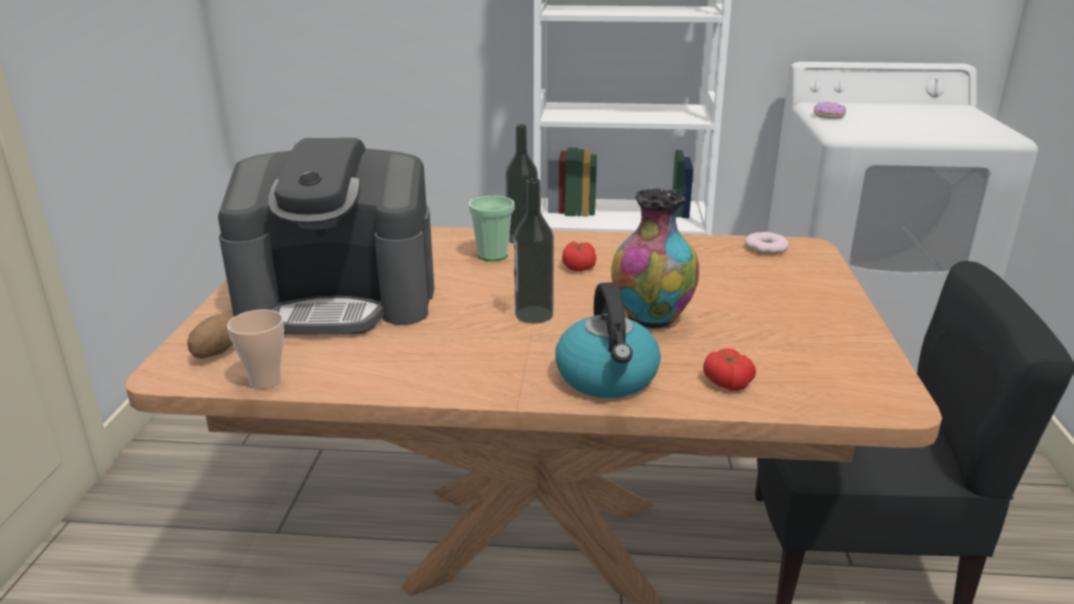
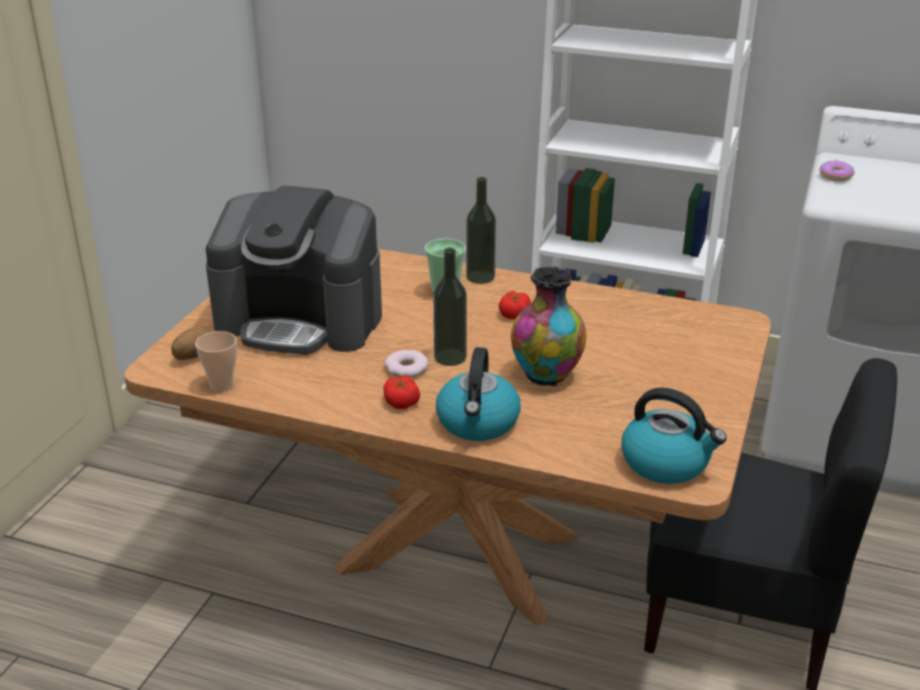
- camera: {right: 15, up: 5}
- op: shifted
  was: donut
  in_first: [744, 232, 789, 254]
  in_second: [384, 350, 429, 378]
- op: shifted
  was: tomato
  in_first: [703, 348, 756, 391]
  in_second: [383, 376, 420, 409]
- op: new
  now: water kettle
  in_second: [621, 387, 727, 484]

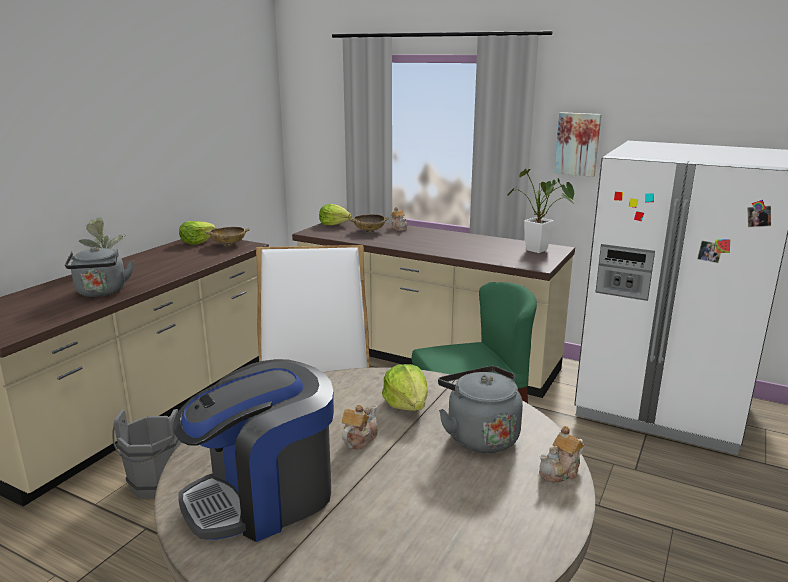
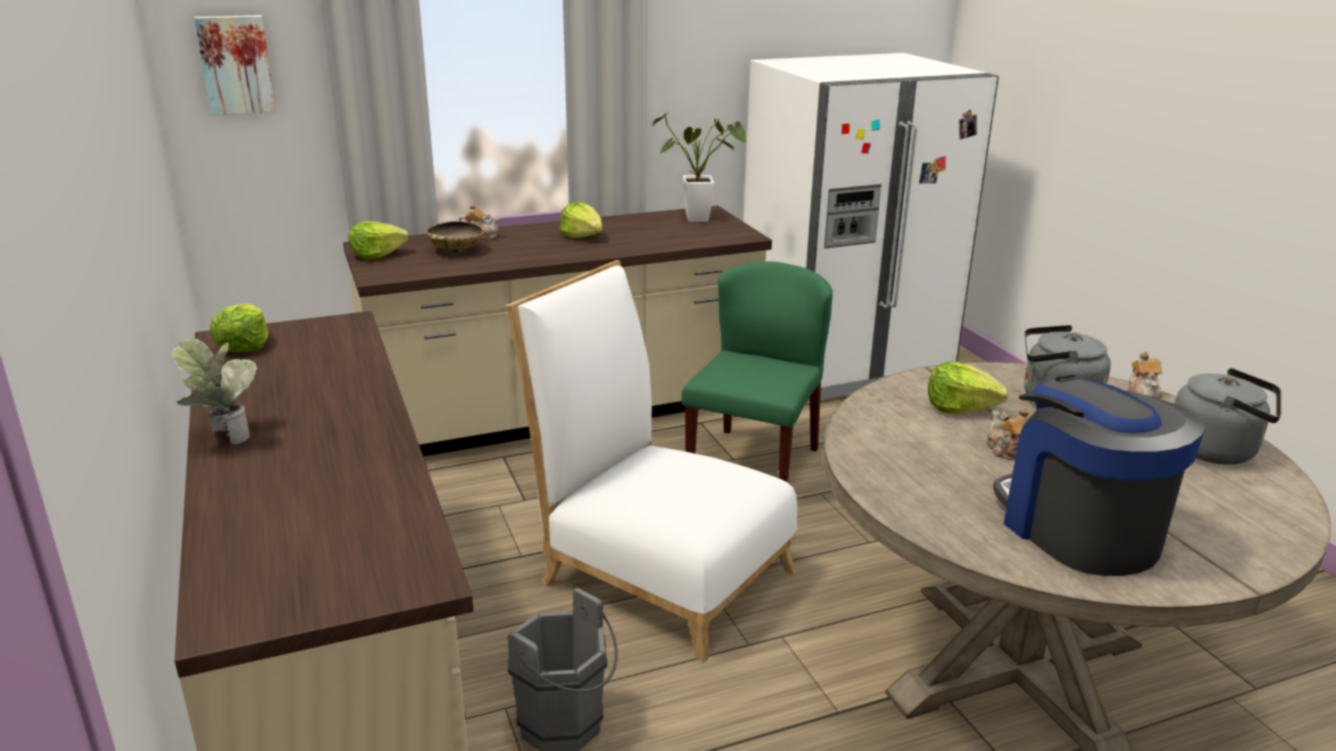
- camera: {right: -50, up: 5}
- op: shifted
  was: wall art
  in_first: [554, 112, 601, 177]
  in_second: [194, 15, 276, 116]
- op: gone
  was: sand-coloured serving bowl
  in_first: [205, 227, 250, 246]
- op: shifted
  was: grey water kettle
  in_first: [65, 247, 134, 297]
  in_second: [1174, 368, 1281, 465]
- op: rotated
  was: coffee brewer
  in_first: [173, 359, 334, 542]
  in_second: [993, 375, 1206, 576]
  clockwise: 150
- op: new
  now: lettuce head
  in_second: [560, 202, 603, 238]

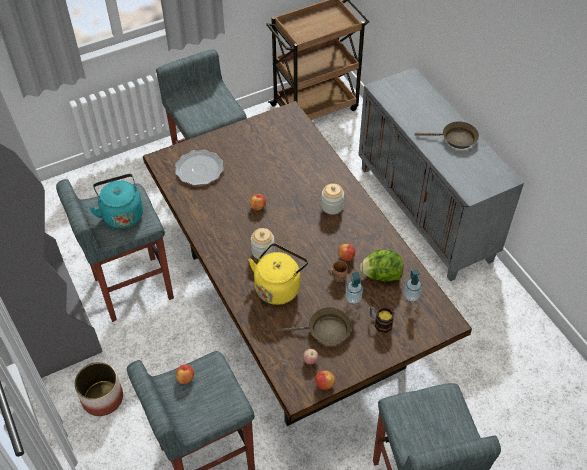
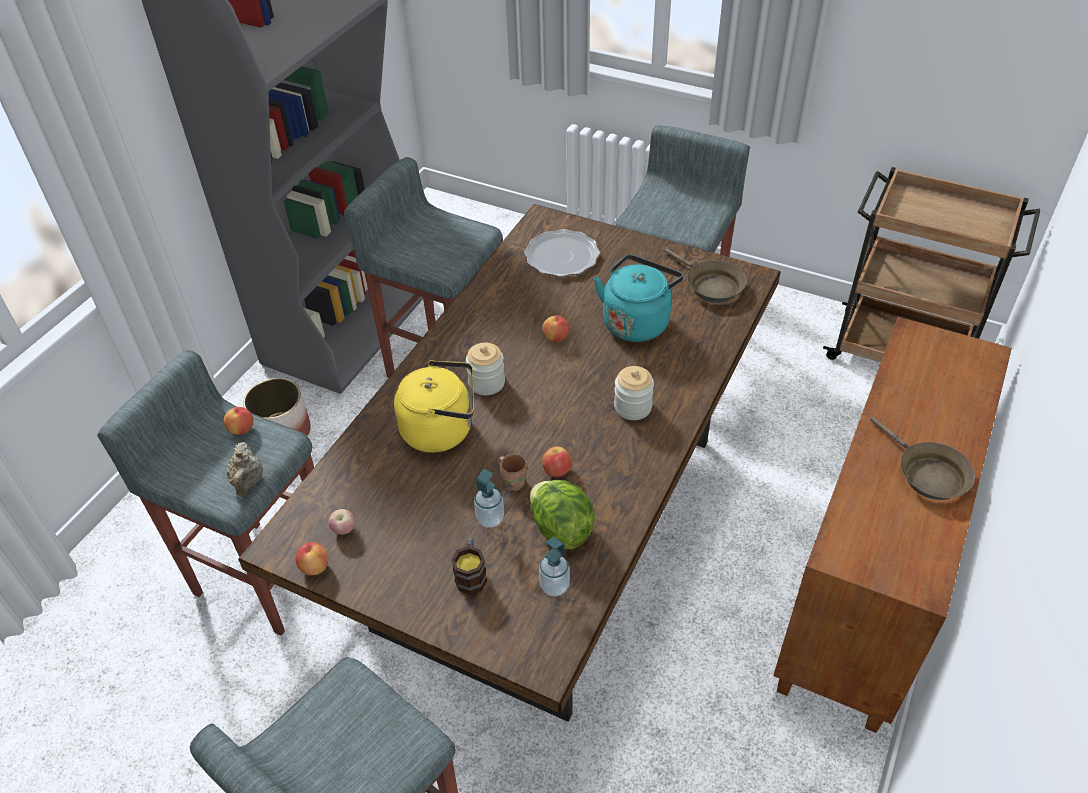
- camera: {right: 55, up: -5}
- op: repainted
  was: grey cabinet
  now: brown cabinet
  in_first: [358, 67, 524, 281]
  in_second: [773, 317, 1012, 733]
- op: shifted
  was: turquoise water kettle
  in_first: [89, 174, 143, 229]
  in_second: [594, 255, 683, 342]
- op: shifted
  was: brown skillet
  in_first: [276, 307, 352, 344]
  in_second: [664, 248, 747, 303]
- op: new
  now: sand-coloured teapot
  in_second: [226, 442, 263, 496]

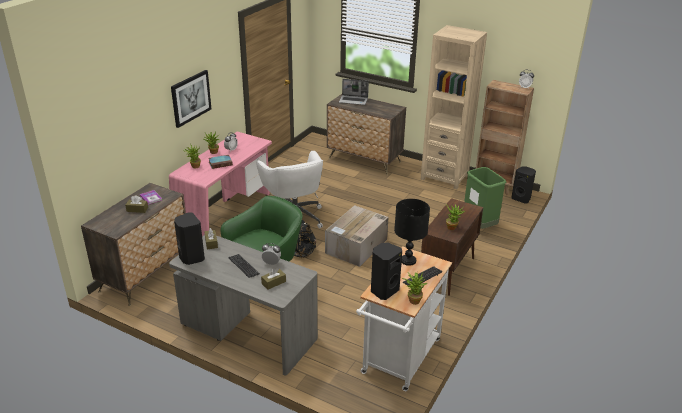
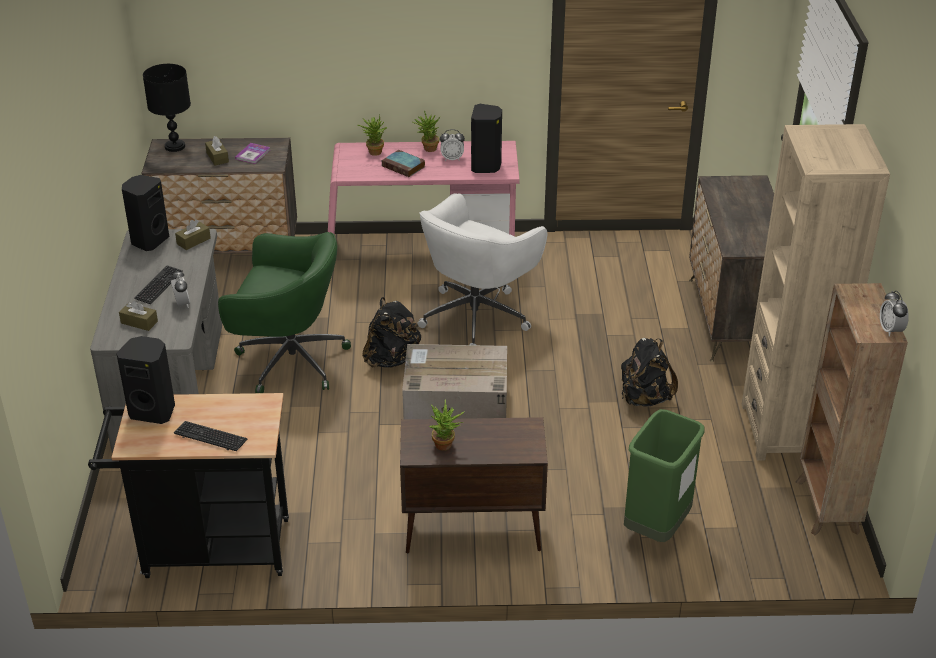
- camera: {right: 60, up: 5}
- op: gone
  was: wall art
  in_first: [171, 70, 211, 128]
- op: gone
  was: portable computer
  in_first: [339, 79, 369, 105]
- op: shifted
  was: black-coloured audio speaker
  in_first: [511, 166, 536, 204]
  in_second: [471, 104, 502, 173]
- op: shifted
  was: black-coloured tabletop lamp
  in_first: [394, 199, 430, 266]
  in_second: [143, 64, 191, 152]
- op: repainted
  was: whitish trolley
  now: black-coloured trolley
  in_first: [356, 246, 452, 391]
  in_second: [88, 393, 289, 578]
- op: gone
  was: plant in a pot
  in_first: [402, 271, 427, 305]
- op: new
  now: black-coloured backpack
  in_second: [621, 338, 678, 407]

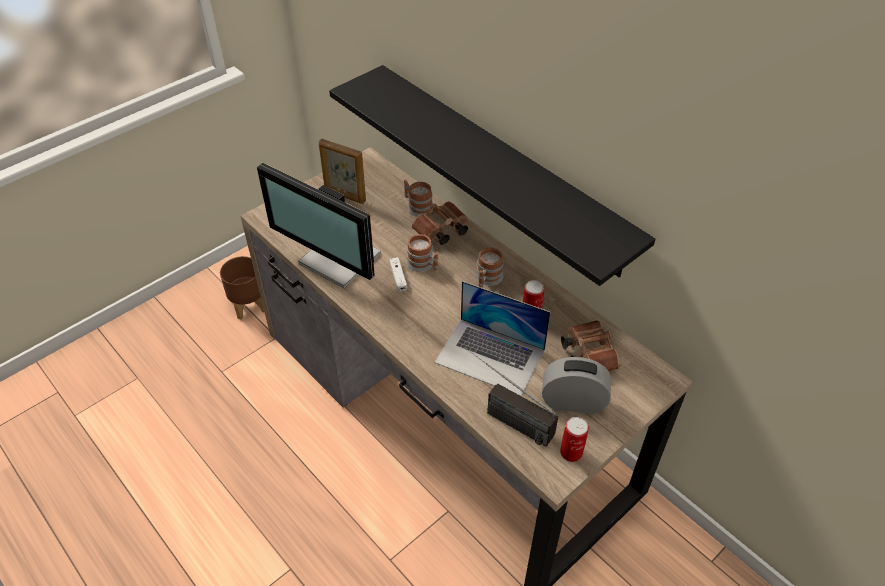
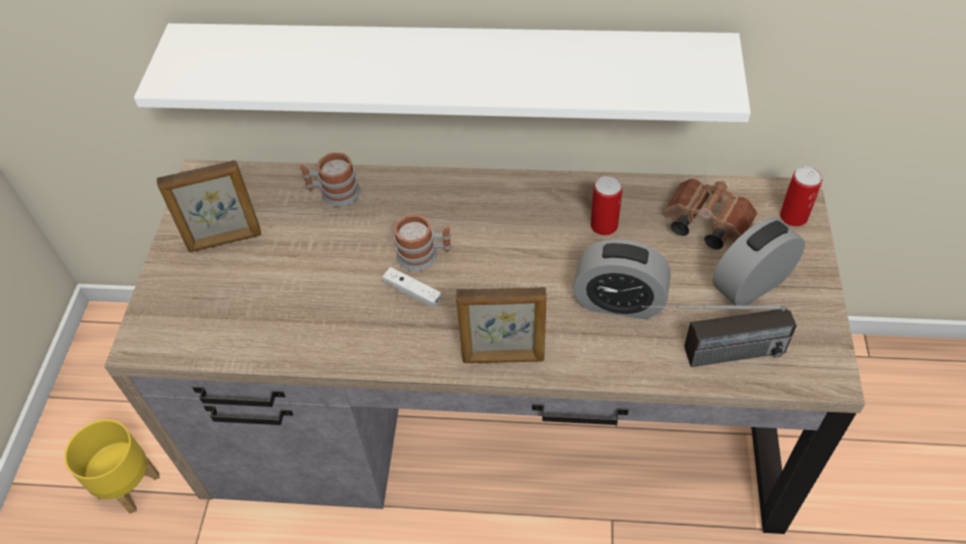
- camera: {right: -40, up: 5}
- op: repainted
  was: black-coloured wall shelf
  now: whitish wall shelf
  in_first: [329, 65, 656, 286]
  in_second: [134, 23, 751, 122]
- op: gone
  was: computer screen
  in_first: [257, 163, 381, 288]
- op: gone
  was: brown pair of binoculars
  in_first: [412, 201, 469, 245]
- op: gone
  was: tea mug
  in_first: [476, 247, 504, 288]
- op: repainted
  was: brown planter
  now: yellow planter
  in_first: [220, 256, 265, 320]
  in_second: [64, 420, 160, 514]
- op: swapped
  was: portable computer
  now: bedside clock
  in_first: [435, 281, 550, 396]
  in_second: [573, 239, 670, 319]
- op: shifted
  was: sealed can
  in_first: [560, 417, 589, 462]
  in_second: [780, 166, 822, 226]
- op: new
  now: standing frame
  in_second: [456, 287, 547, 363]

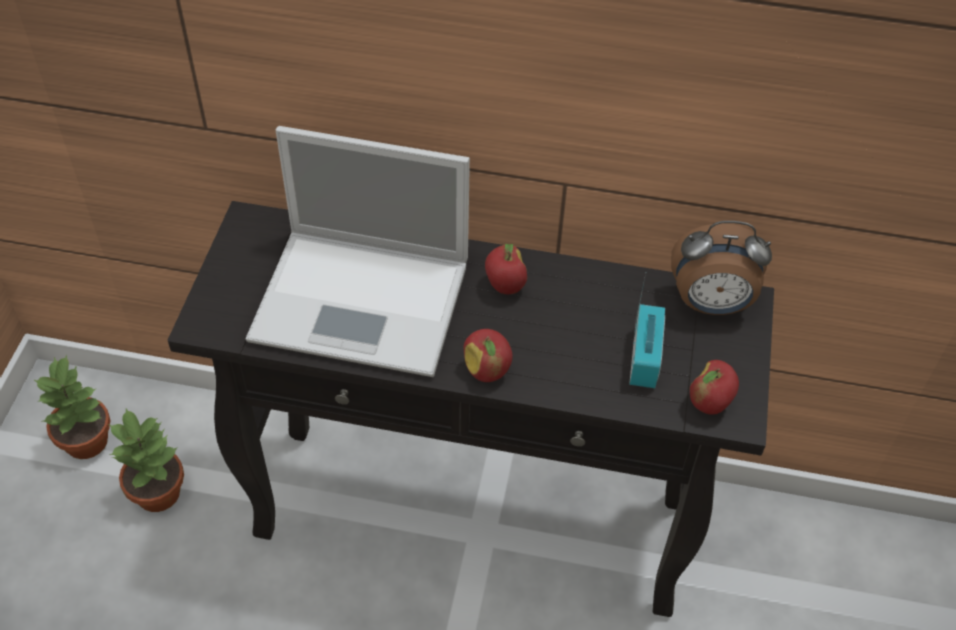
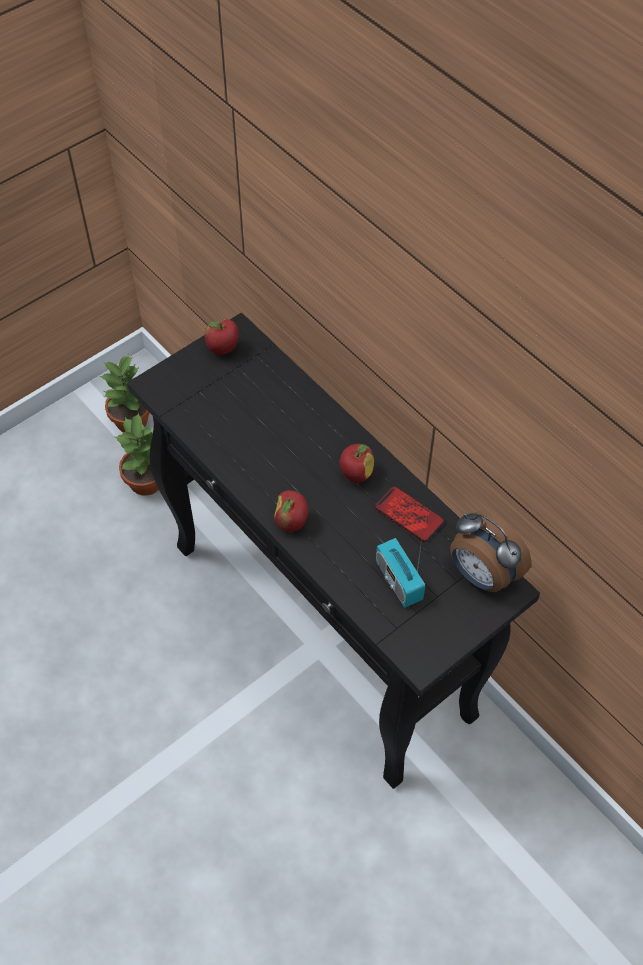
- camera: {right: 40, up: 5}
- op: gone
  was: portable computer
  in_first: [246, 126, 470, 377]
- op: rotated
  was: radio set
  in_first: [629, 274, 665, 388]
  in_second: [376, 538, 425, 608]
  clockwise: 105
- op: shifted
  was: apple fruit
  in_first: [690, 360, 739, 415]
  in_second: [205, 319, 239, 355]
- op: new
  now: handset
  in_second: [375, 486, 444, 542]

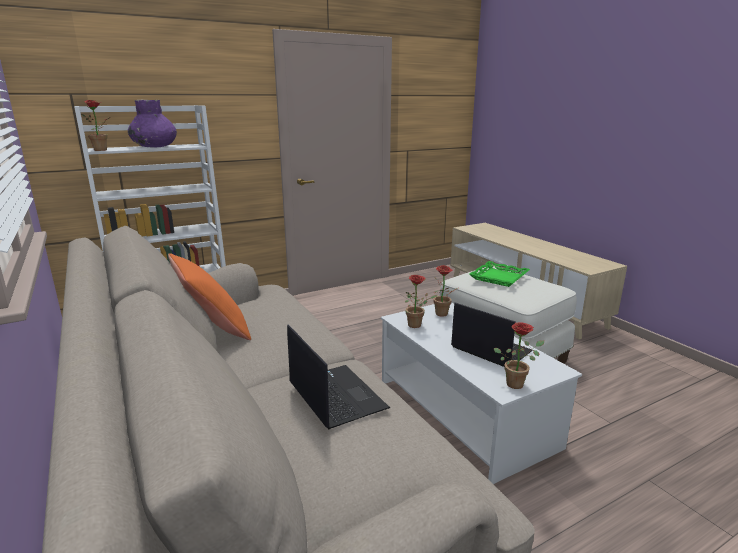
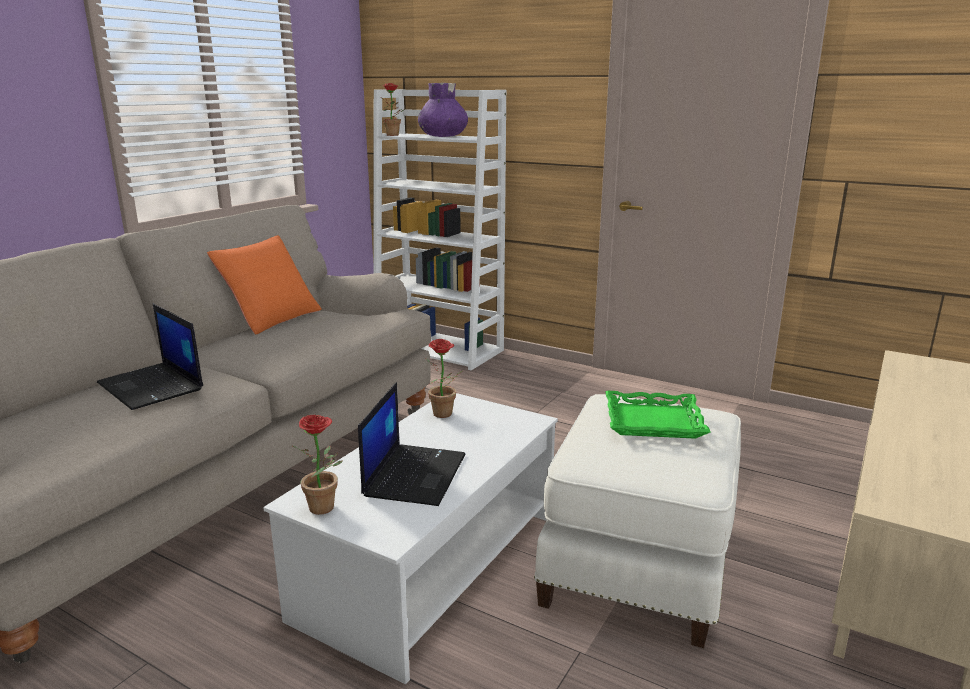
- camera: {right: 60, up: 0}
- op: gone
  was: plant in a pot
  in_first: [433, 265, 458, 317]
- op: rotated
  was: portable computer
  in_first: [287, 324, 390, 429]
  in_second: [97, 304, 203, 410]
  clockwise: 105

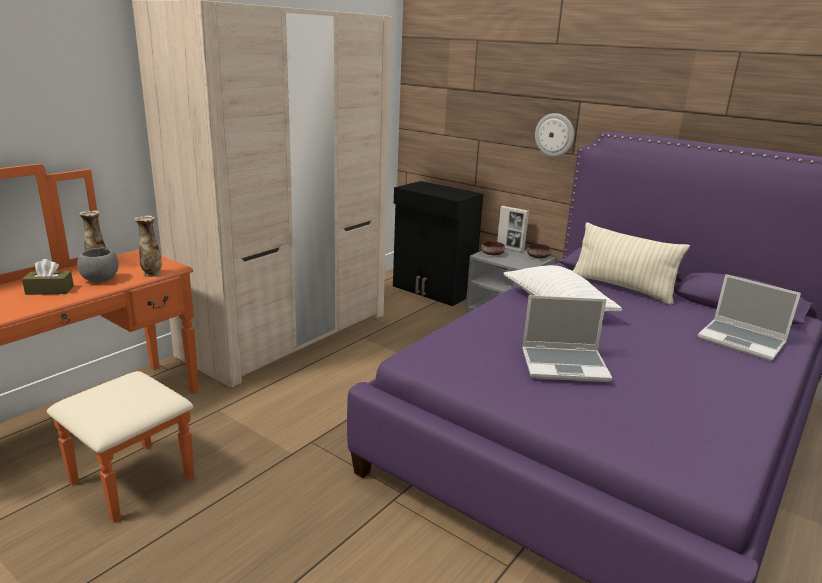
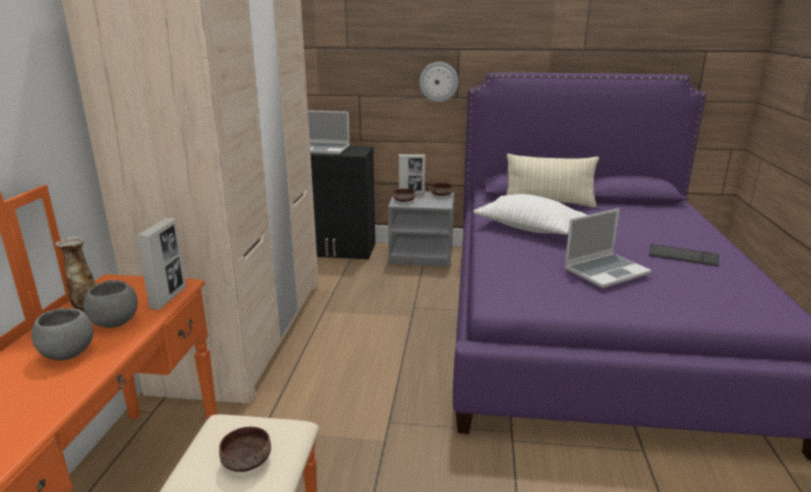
- camera: {right: -30, up: 0}
- op: swapped
  was: flower vase
  now: standing frame
  in_first: [134, 216, 162, 277]
  in_second: [136, 218, 186, 310]
- op: swapped
  was: brown box of tissues
  now: grey serving bowl
  in_first: [22, 259, 74, 295]
  in_second: [31, 308, 94, 360]
- op: shifted
  was: portable computer
  in_first: [698, 274, 801, 361]
  in_second: [308, 110, 350, 154]
- op: new
  now: computer keyboard
  in_second: [649, 244, 719, 267]
- op: new
  now: brown serving bowl
  in_second: [219, 427, 271, 472]

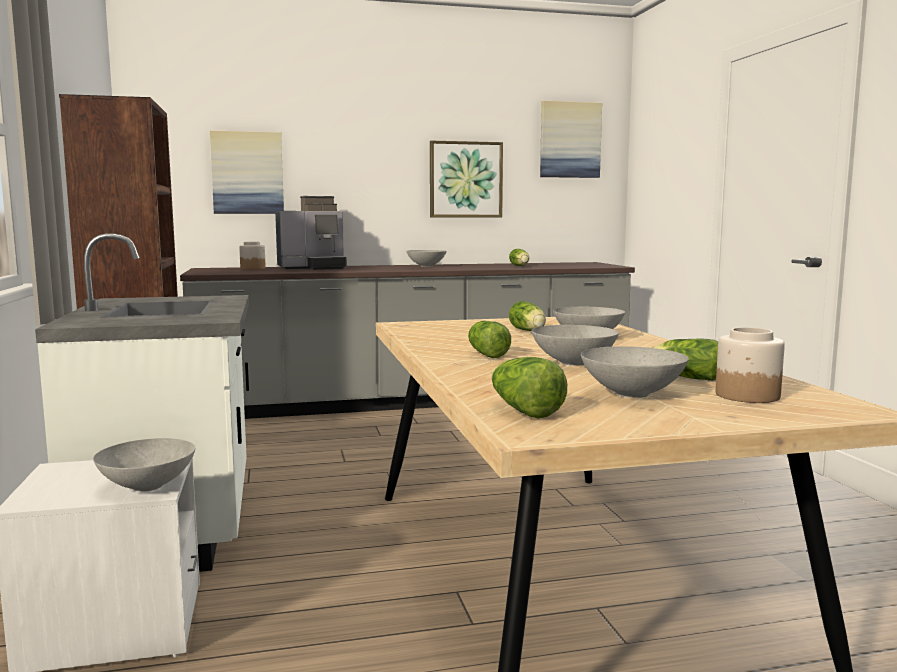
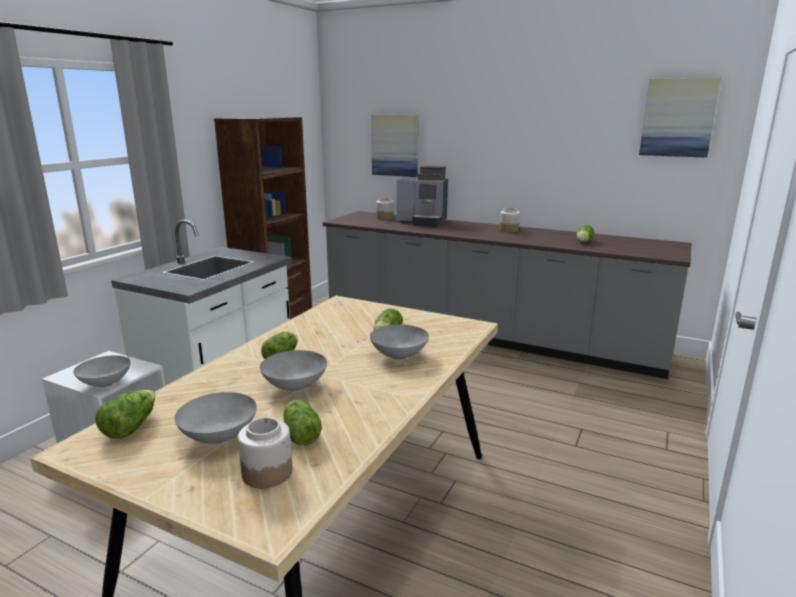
- camera: {right: 40, up: 10}
- op: gone
  was: wall art
  in_first: [430, 141, 503, 217]
- op: swapped
  was: grey serving bowl
  now: storage jar
  in_first: [407, 250, 447, 267]
  in_second: [499, 208, 520, 232]

